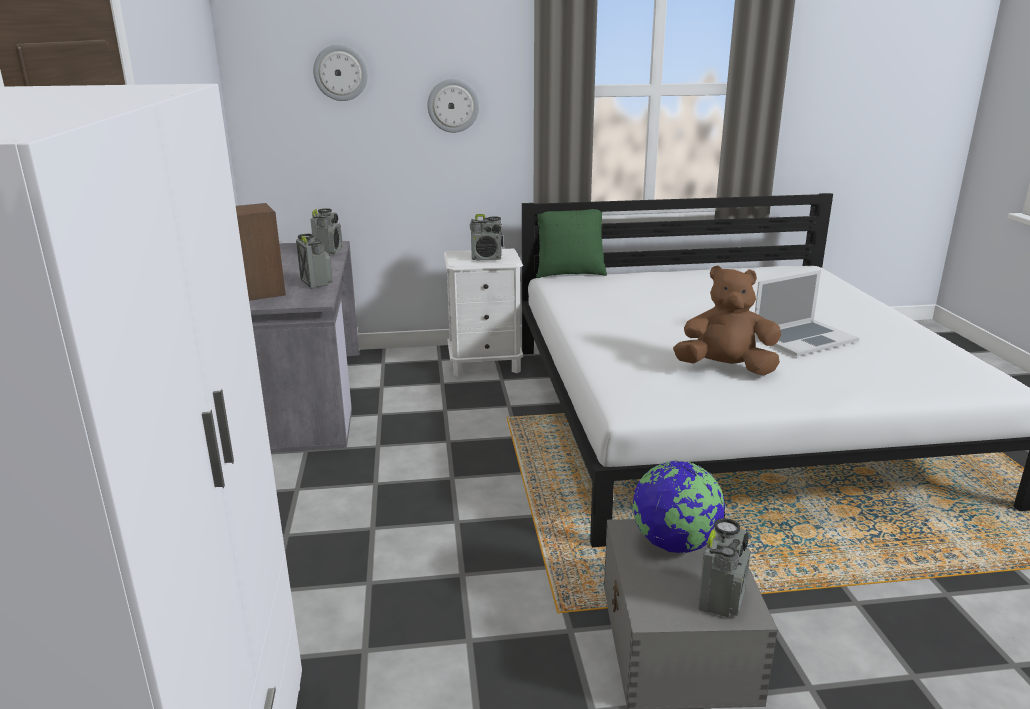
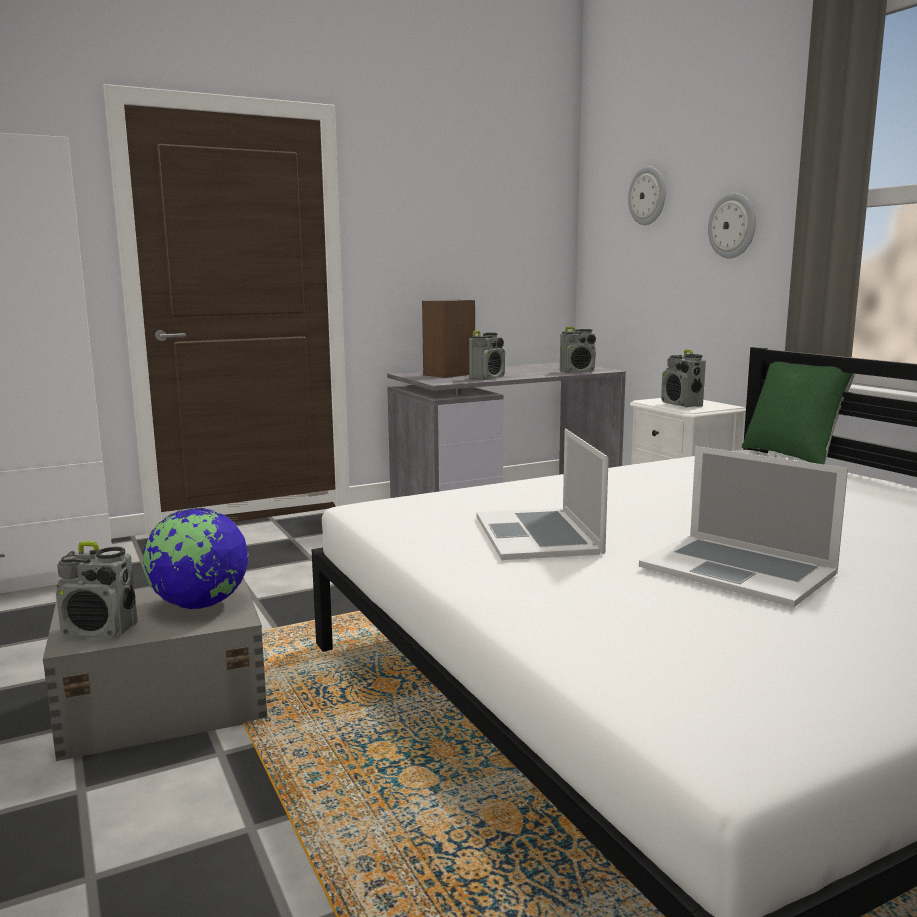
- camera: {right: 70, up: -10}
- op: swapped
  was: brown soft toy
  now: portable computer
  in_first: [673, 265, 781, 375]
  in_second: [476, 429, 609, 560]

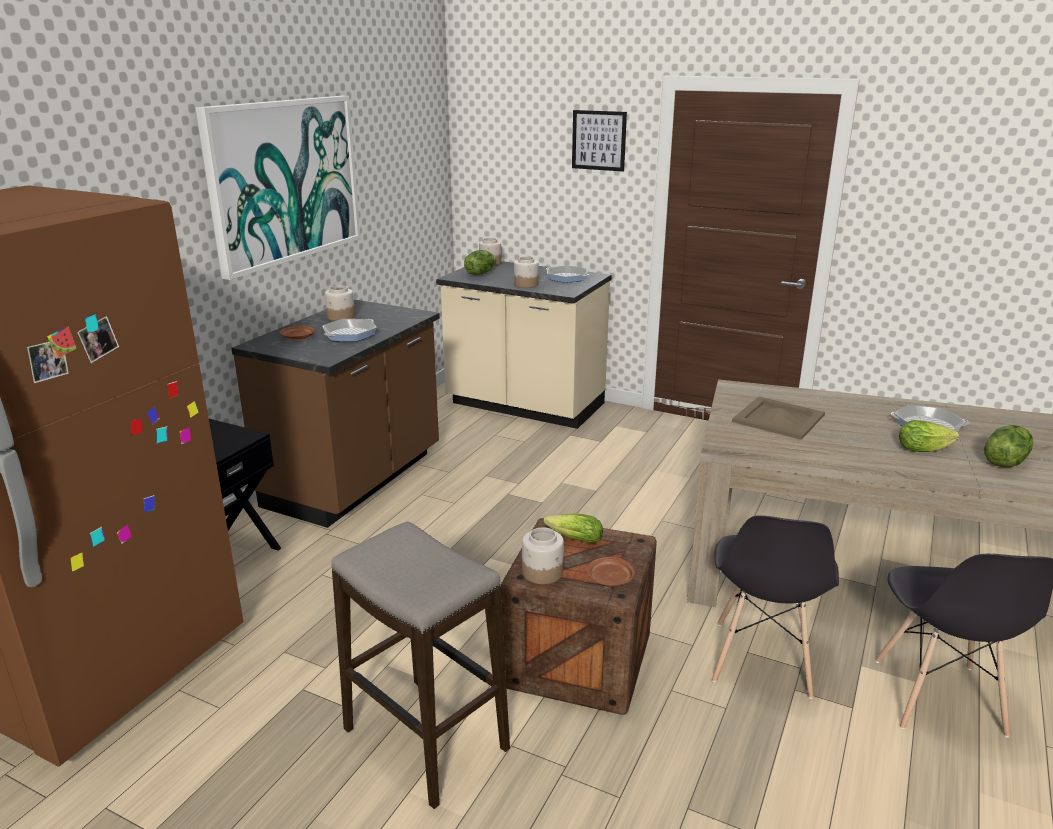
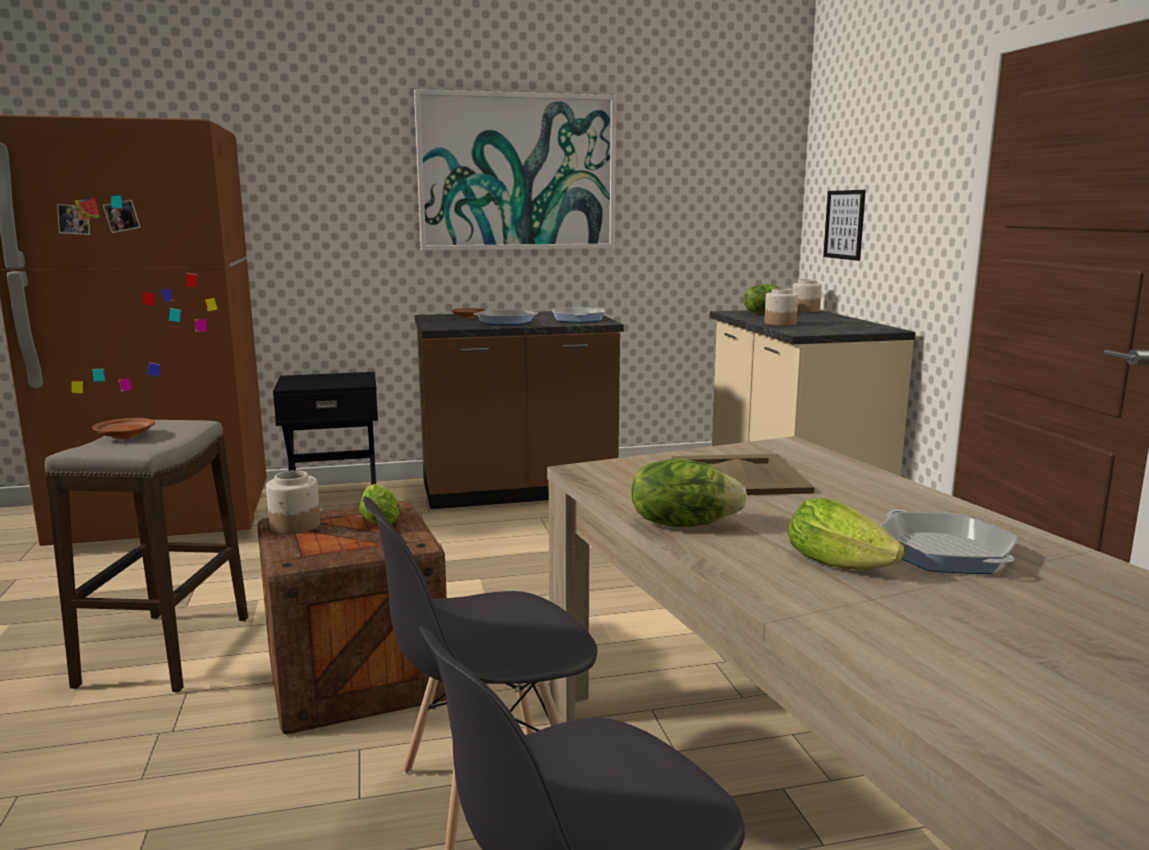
- camera: {right: 50, up: -10}
- op: shifted
  was: wall art
  in_first: [572, 110, 627, 172]
  in_second: [823, 190, 866, 261]
- op: shifted
  was: skillet
  in_first: [546, 266, 589, 283]
  in_second: [553, 307, 605, 323]
- op: gone
  was: storage jar
  in_first: [325, 285, 355, 321]
- op: shifted
  was: lettuce head
  in_first: [984, 425, 1033, 467]
  in_second: [631, 459, 747, 527]
- op: shifted
  was: brown plate
  in_first: [587, 557, 635, 587]
  in_second: [92, 418, 155, 439]

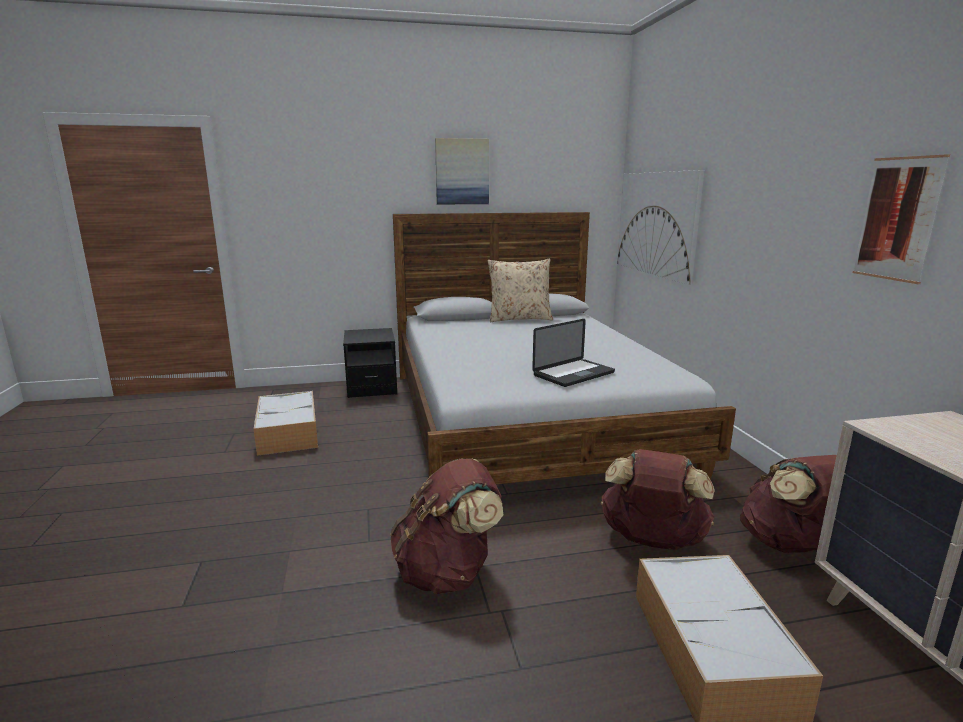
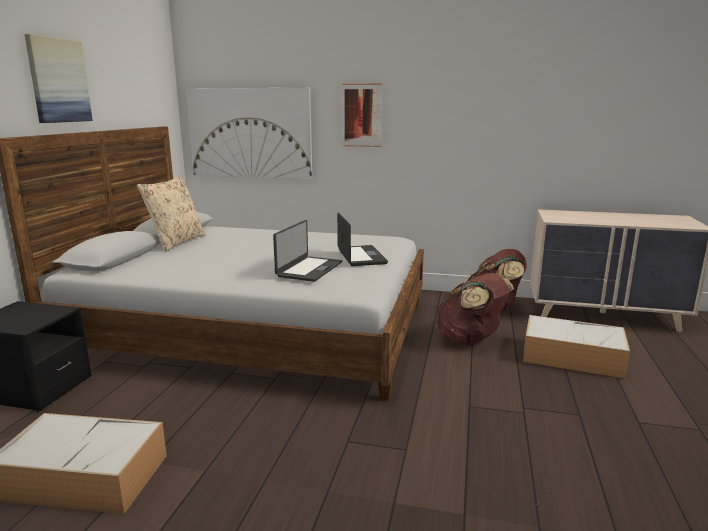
- camera: {right: -65, up: 0}
- op: shifted
  was: wall art
  in_first: [853, 154, 950, 284]
  in_second: [343, 84, 382, 147]
- op: gone
  was: brown backpack
  in_first: [390, 458, 503, 594]
- op: new
  now: portable computer
  in_second: [273, 220, 342, 282]

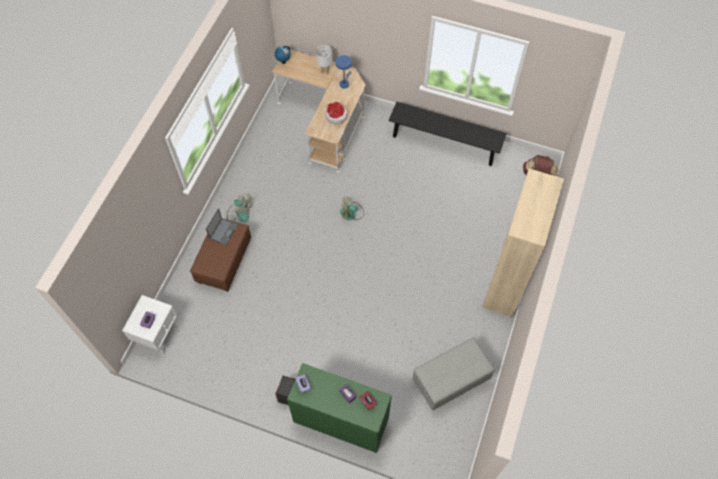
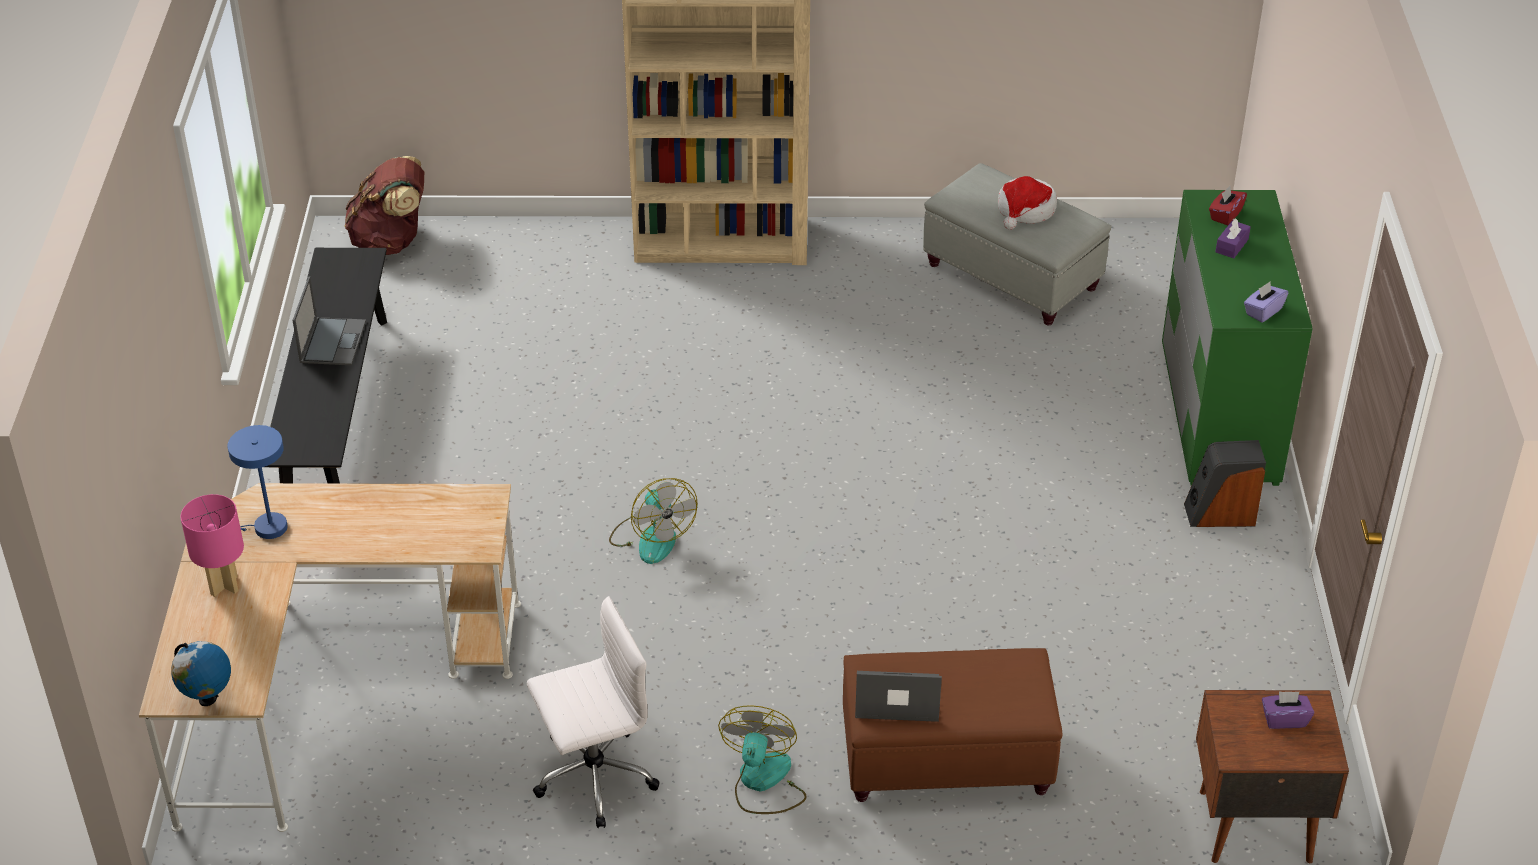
- camera: {right: -110, up: -20}
- op: repainted
  was: whitish tabletop lamp
  now: pinkish tabletop lamp
  in_first: [316, 45, 332, 74]
  in_second: [180, 494, 244, 597]
- op: shifted
  was: clothing hat
  in_first: [326, 102, 348, 124]
  in_second: [998, 176, 1057, 230]
- op: repainted
  was: whitish bedside table
  now: brown bedside table
  in_first: [122, 295, 178, 355]
  in_second: [1196, 690, 1349, 863]
- op: new
  now: portable computer
  in_second: [293, 276, 366, 365]
- op: new
  now: whitish computer chair
  in_second: [527, 596, 660, 828]

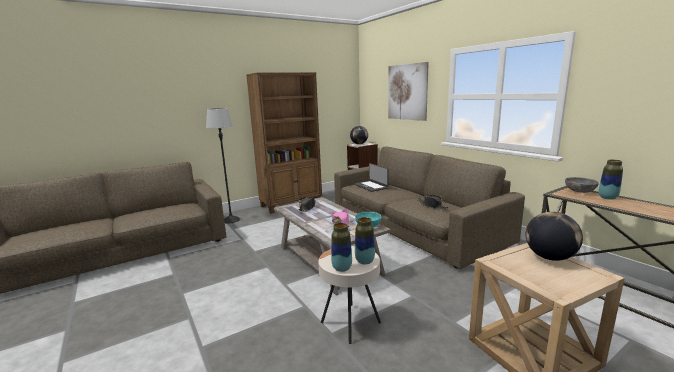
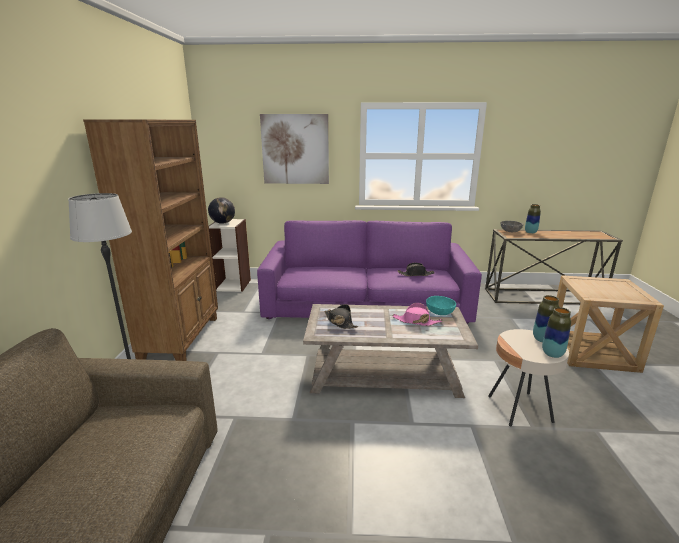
- camera: {right: -55, up: 5}
- op: repainted
  was: brown sofa
  now: purple-coloured sofa
  in_first: [334, 147, 525, 269]
  in_second: [257, 220, 482, 324]
- op: gone
  was: portable computer
  in_first: [354, 163, 389, 192]
- op: gone
  was: world globe
  in_first: [526, 212, 583, 261]

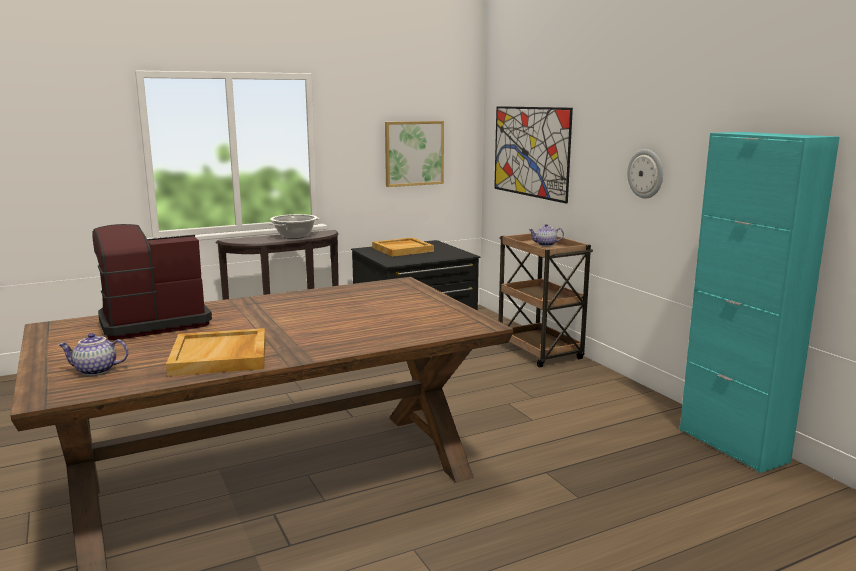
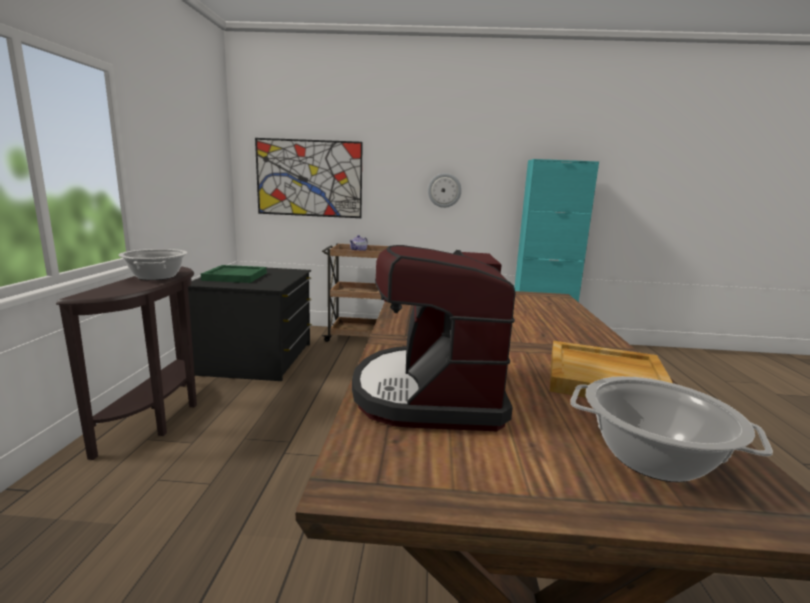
- camera: {right: -60, up: 0}
- op: gone
  was: wall art
  in_first: [385, 121, 444, 187]
- op: repainted
  was: sand-coloured serving tray
  now: green serving tray
  in_first: [372, 238, 434, 257]
  in_second: [201, 265, 267, 283]
- op: swapped
  was: teapot
  now: cooking pot
  in_first: [58, 333, 128, 376]
  in_second: [570, 376, 773, 482]

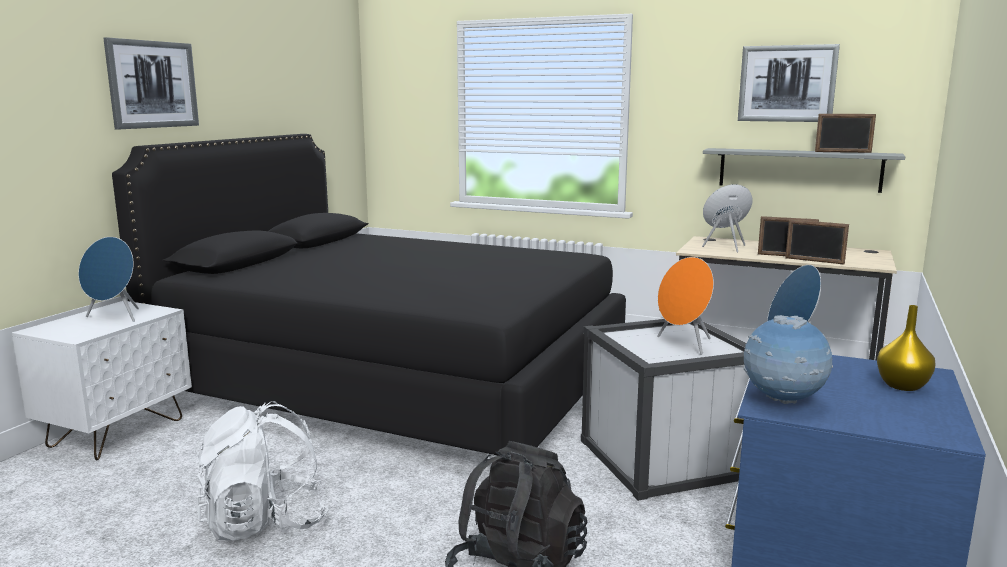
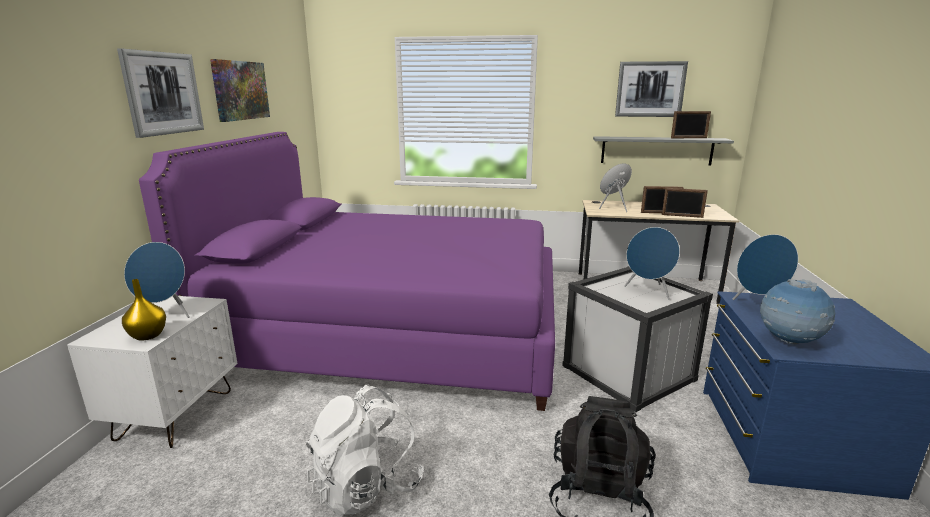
- camera: {right: -15, up: 5}
- op: repainted
  was: black-coloured sleeping bed
  now: purple-coloured sleeping bed
  in_first: [112, 134, 626, 455]
  in_second: [139, 132, 555, 411]
- op: repainted
  was: orange-coloured audio speaker
  now: bluish audio speaker
  in_first: [657, 257, 714, 355]
  in_second: [624, 227, 680, 300]
- op: shifted
  was: yellow flower vase
  in_first: [877, 305, 936, 391]
  in_second: [122, 279, 166, 341]
- op: new
  now: wall art
  in_second: [210, 59, 270, 122]

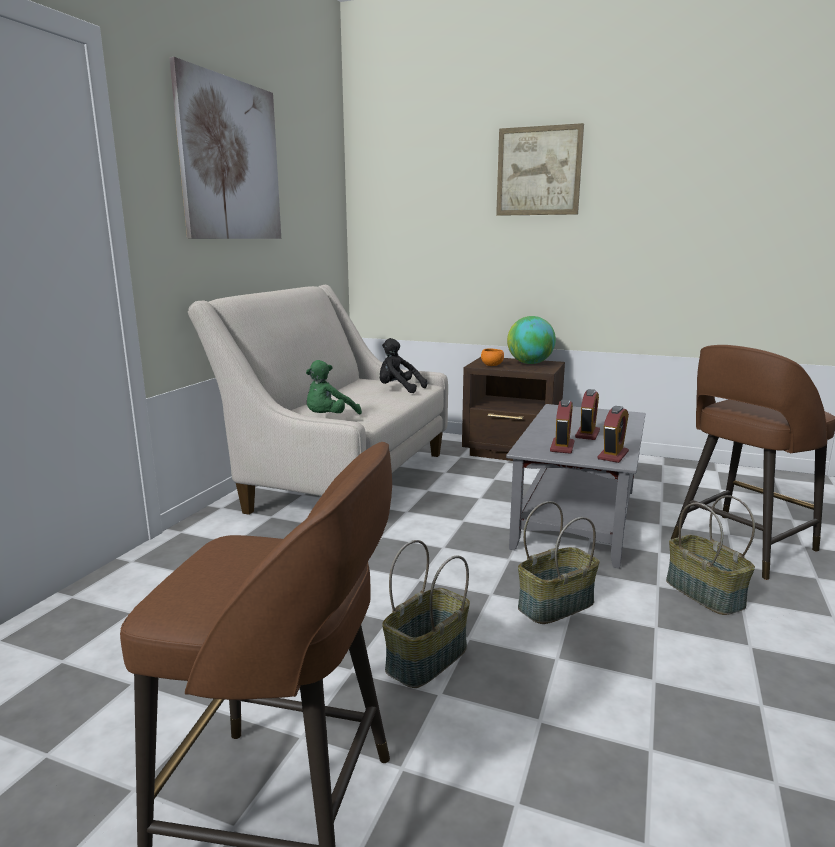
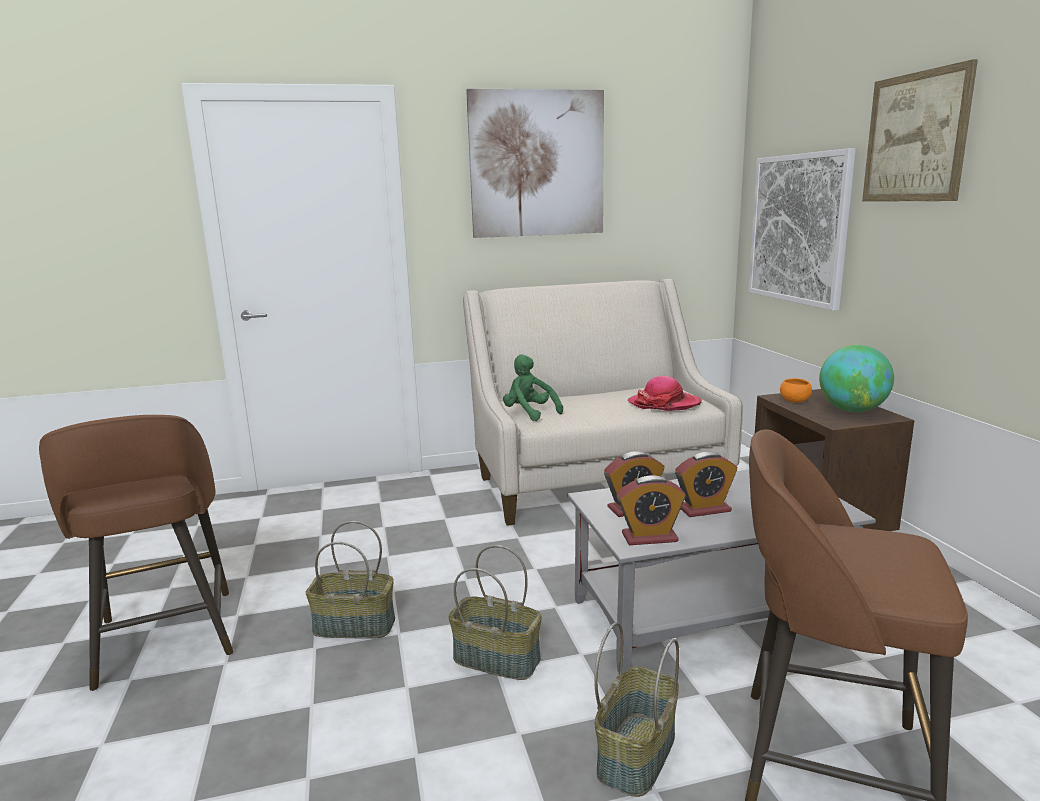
- camera: {right: 55, up: 0}
- op: swapped
  was: black-coloured soft toy
  now: clothing hat
  in_first: [380, 338, 427, 393]
  in_second: [628, 376, 702, 411]
- op: rotated
  was: green soft toy
  in_first: [306, 360, 362, 415]
  in_second: [503, 354, 563, 421]
  clockwise: 45
- op: new
  now: wall art
  in_second: [748, 148, 856, 311]

